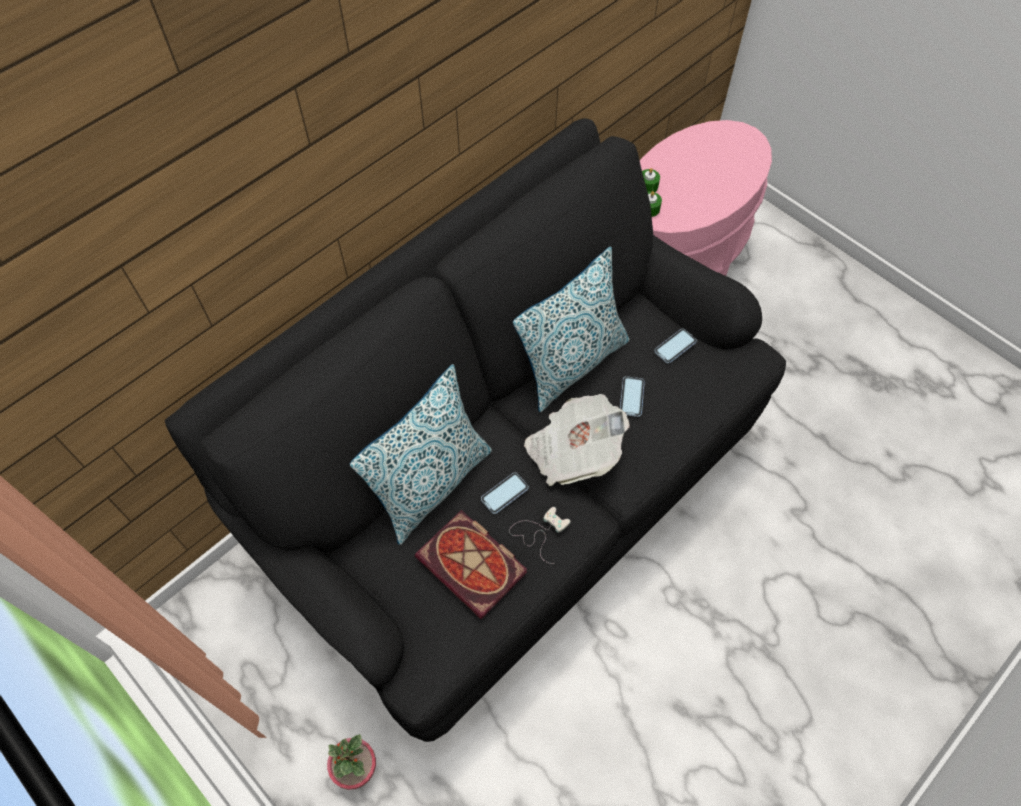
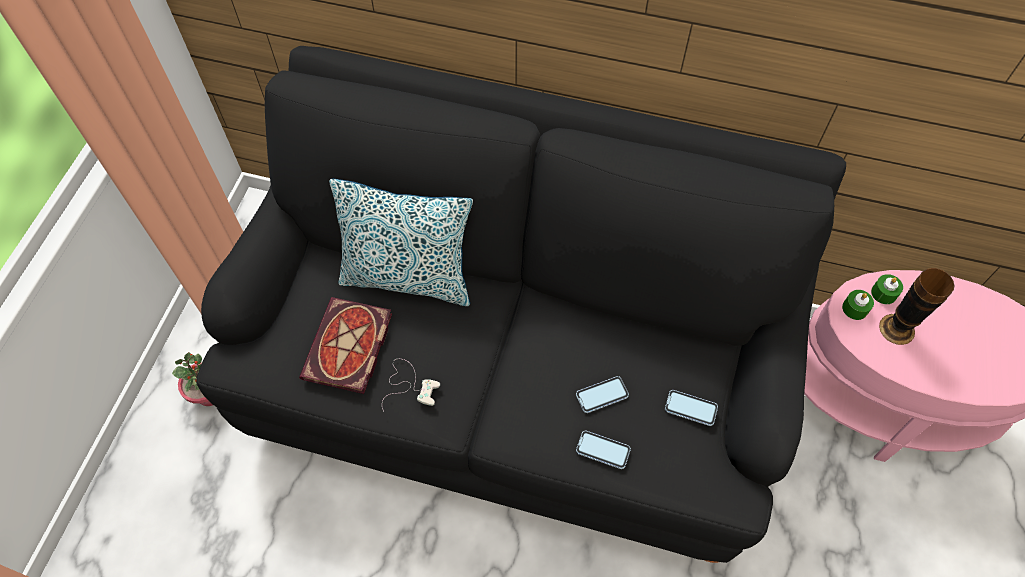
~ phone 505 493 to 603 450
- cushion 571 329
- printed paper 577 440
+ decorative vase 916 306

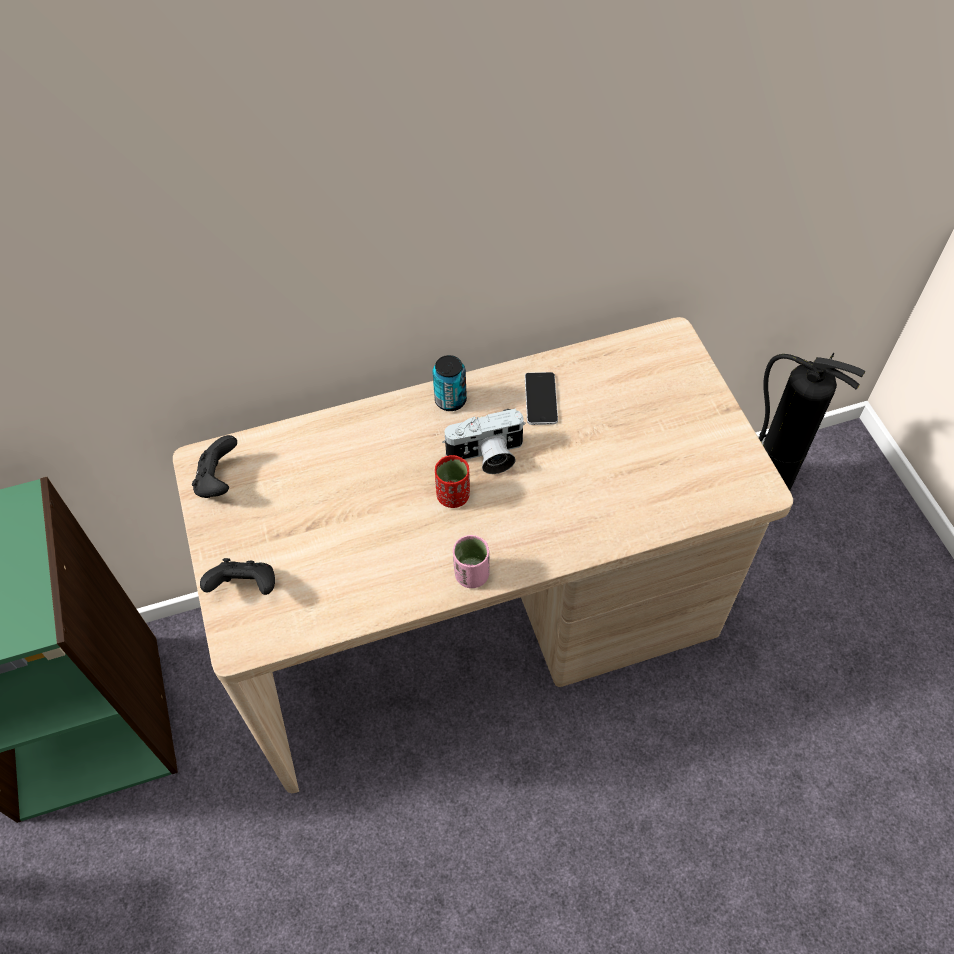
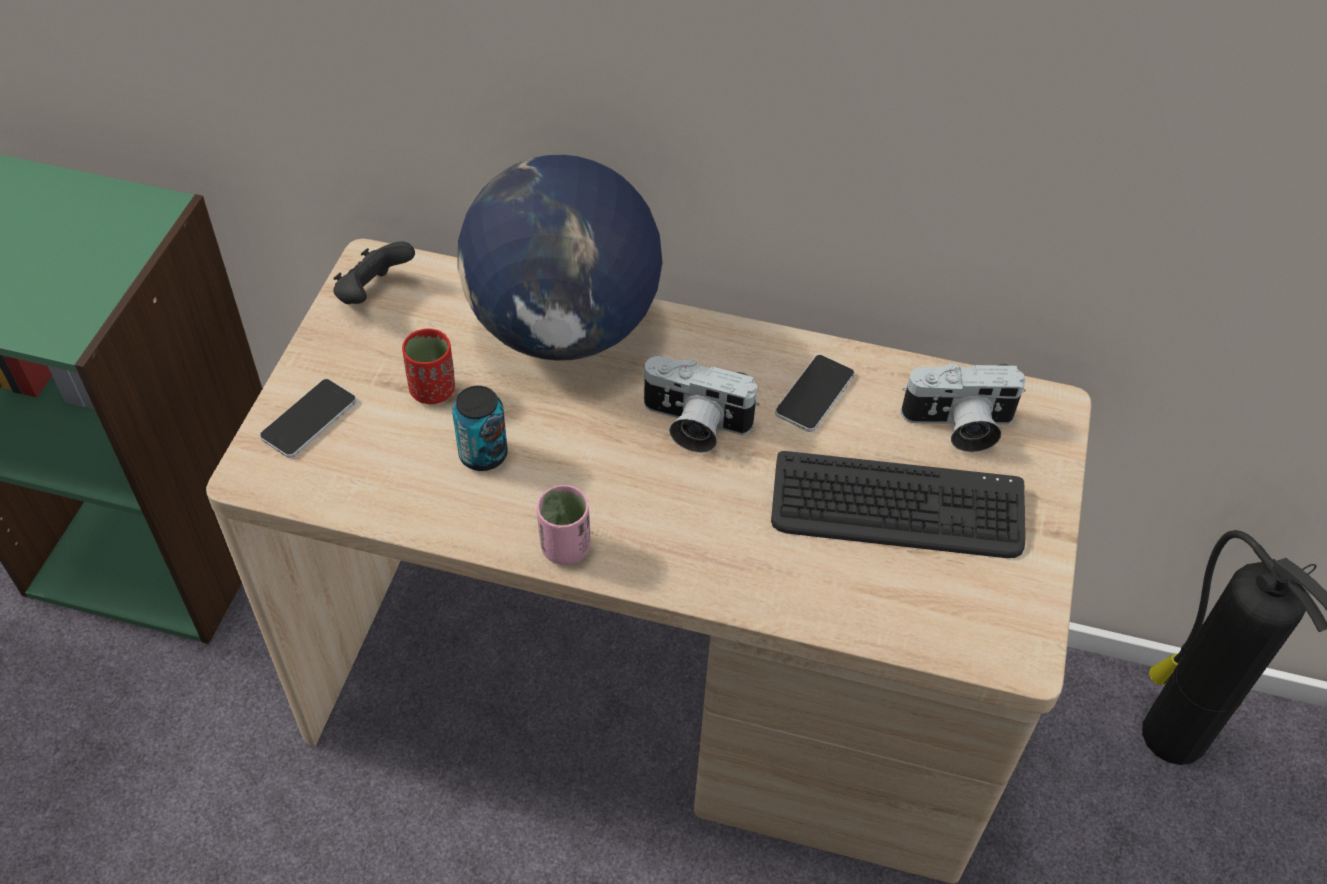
~ game controller (black-coloured) 237 576 to phone 308 418
~ sealed can 450 383 to 480 428
~ drinking cup (red-coloured) 452 481 to 428 366
+ desk globe 559 258
+ computer keyboard 898 504
+ photo camera 963 407

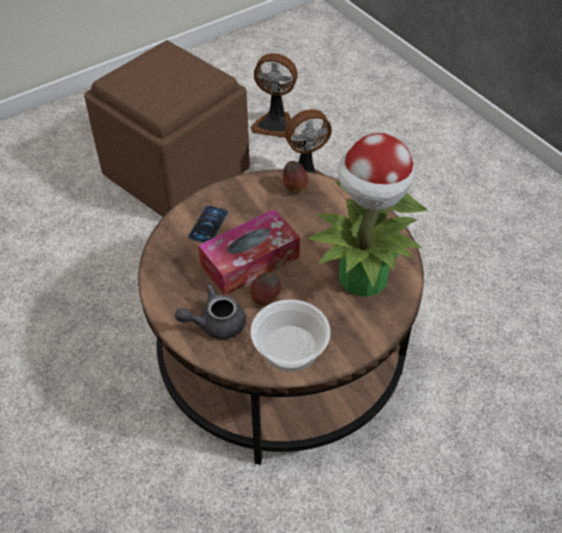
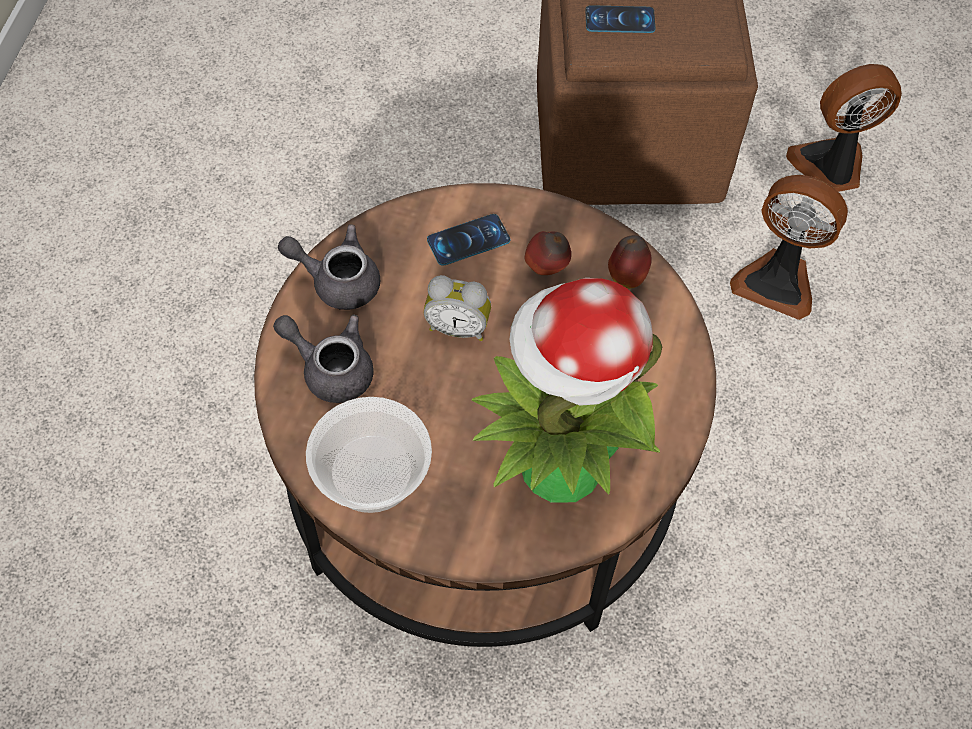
~ tissue holder 249 252 to bedside clock 457 308
~ apple fruit 265 288 to 548 253
~ fan 274 95 = 844 128 105 degrees clockwise
+ pot for tea (gray) 329 267
+ phone 620 19

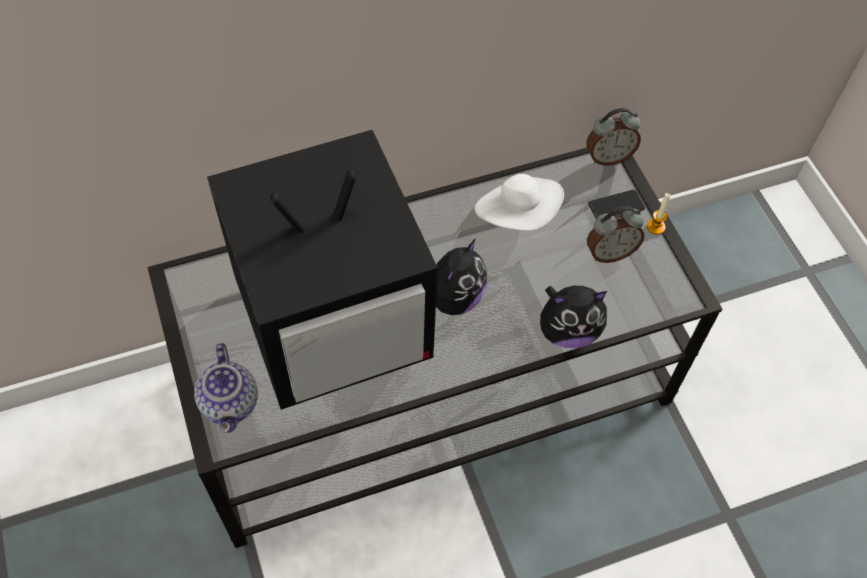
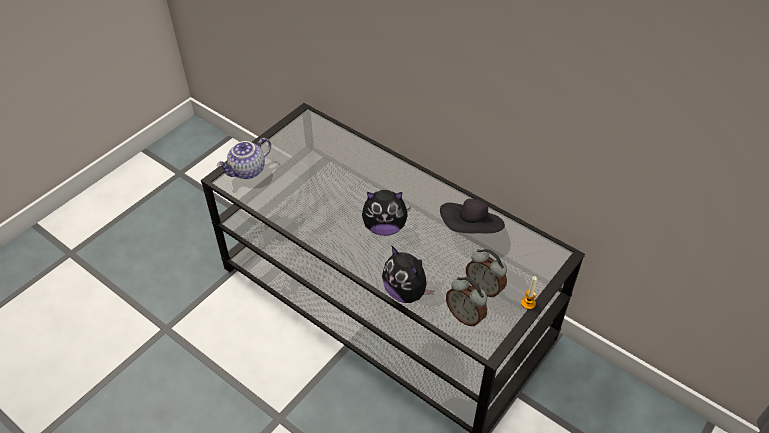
- TV 322 270
~ wearable hat (white) 519 202 to wearable hat (black-coloured) 472 216
~ bedside clock 613 137 to 466 302
- phone 616 204

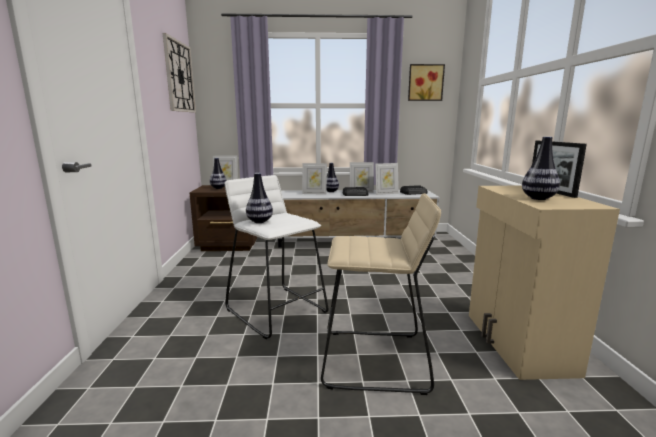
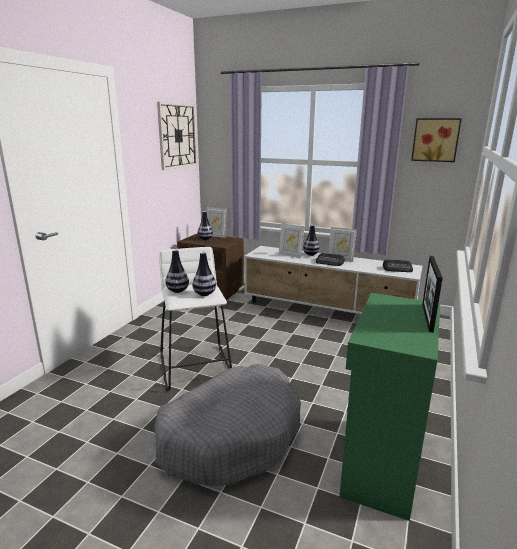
~ stool seat (beige) 381 294 to pet bed (gray) 227 425
- standing frame 387 179
~ cabinet (beige) 544 283 to cabinet (green) 389 407
~ decorative vase 541 168 to 204 274

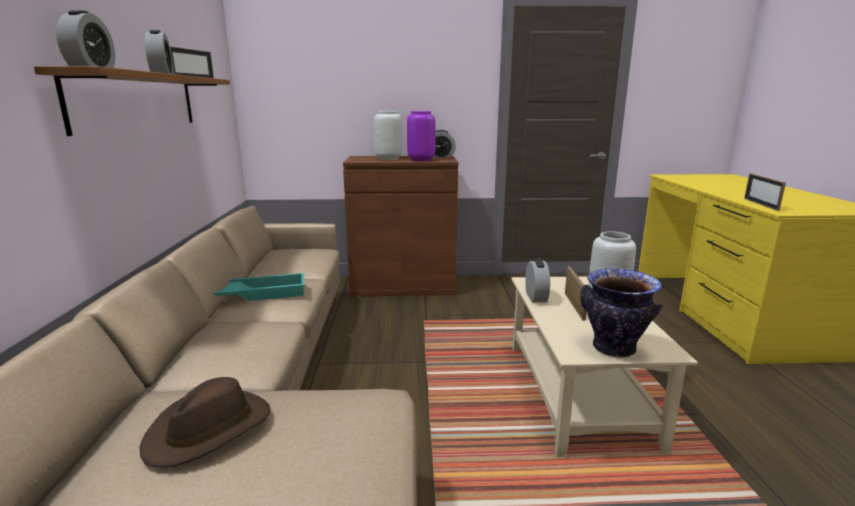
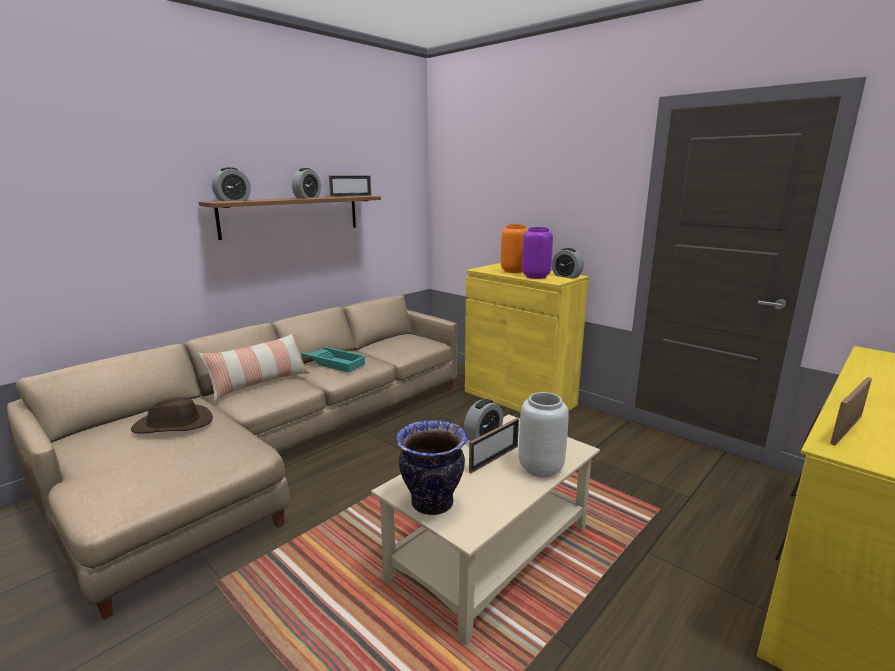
~ cabinet (brown-coloured) 400 226 to cabinet (yellowish) 527 337
~ decorative vase (gray) 388 135 to decorative vase (orange-coloured) 514 248
+ cushion 253 366

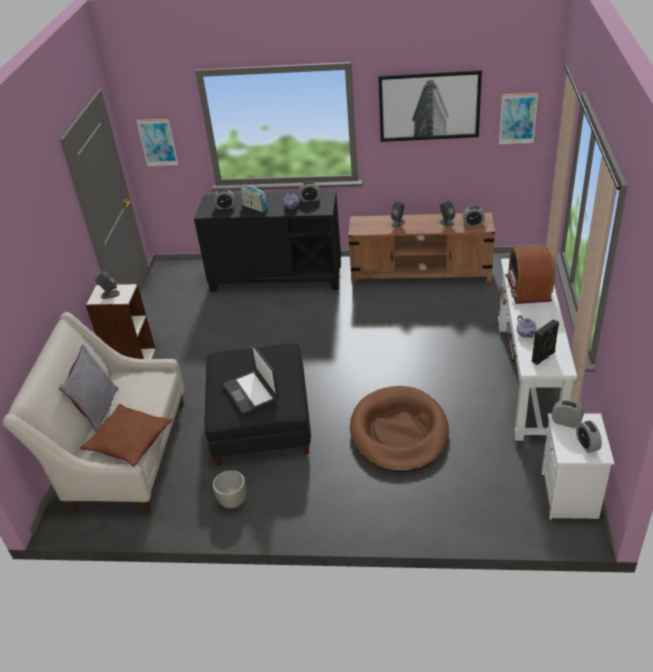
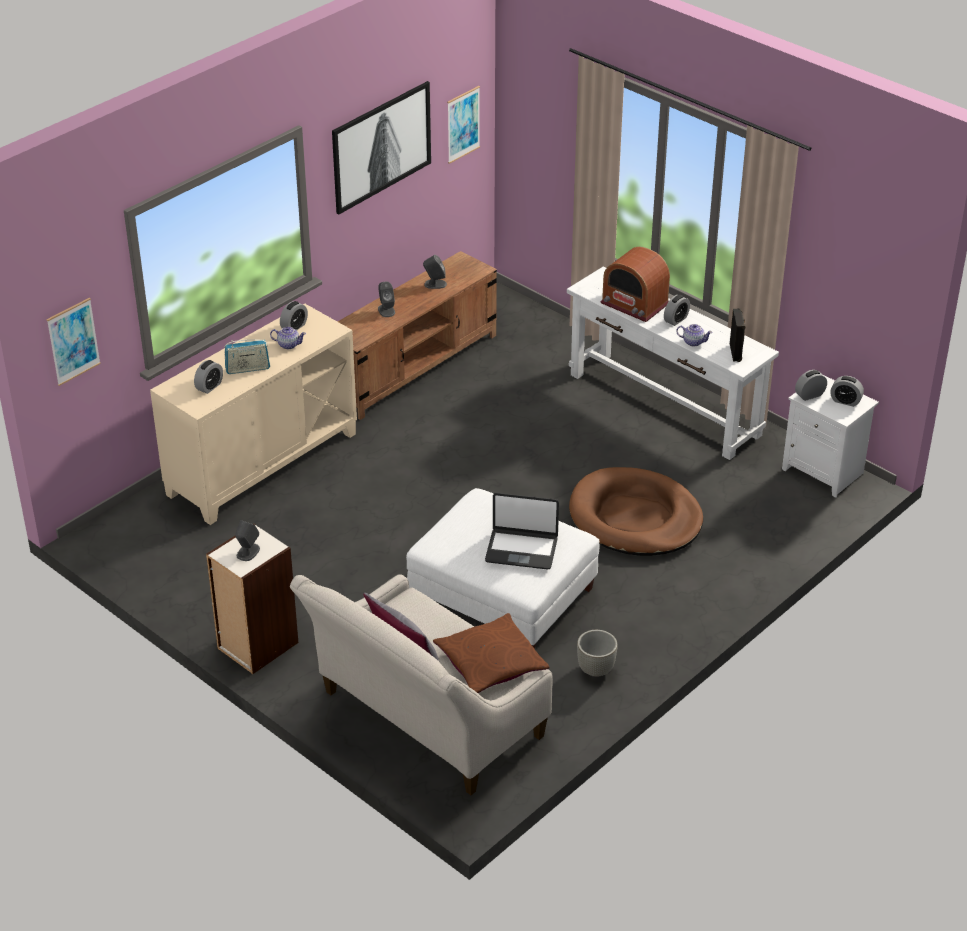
~ cabinet (black-coloured) 267 241 to cabinet (beige) 253 414
~ footrest (black-coloured) 257 405 to footrest (white) 502 568
~ bedside clock 474 216 to 677 310

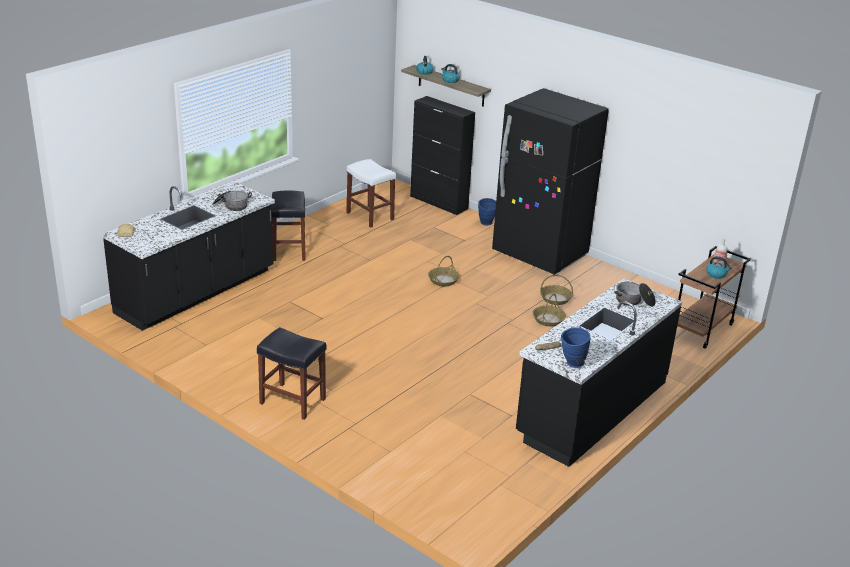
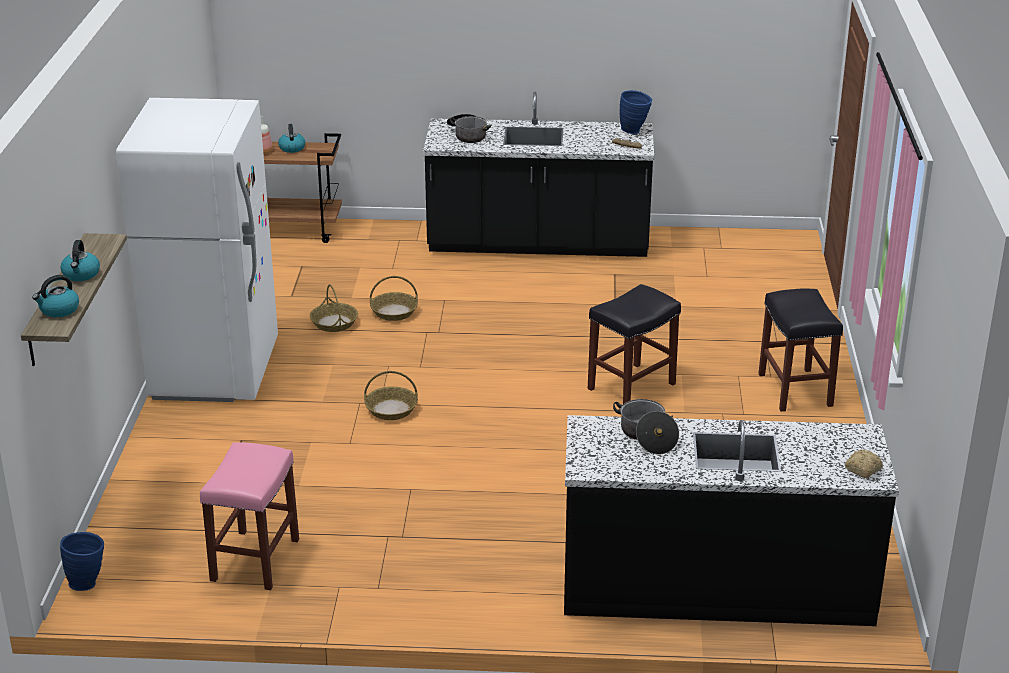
~ stool seat (black-coloured) 289 226 to 634 344
~ stool seat (white) 371 193 to stool seat (pink) 249 516
- cabinet (black-coloured) 442 155
~ decorative vase (blue-coloured) 487 212 to 82 561
~ fridge (black-coloured) 550 181 to fridge (white) 197 250

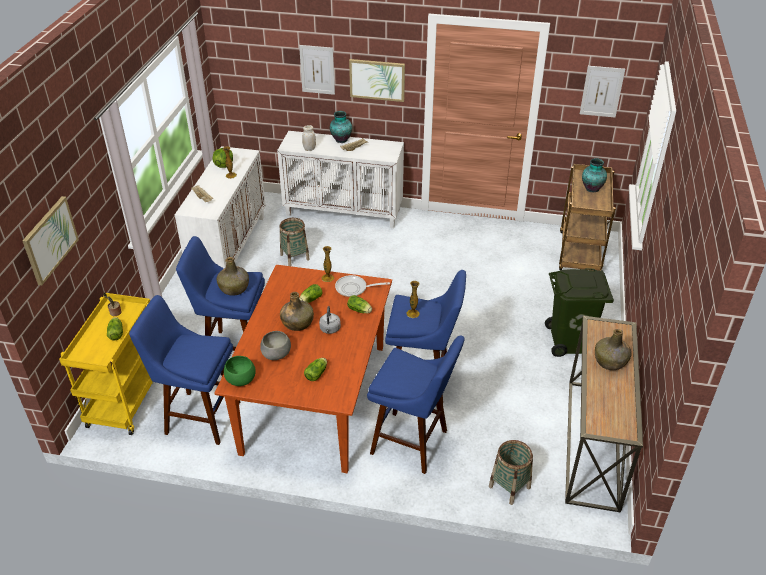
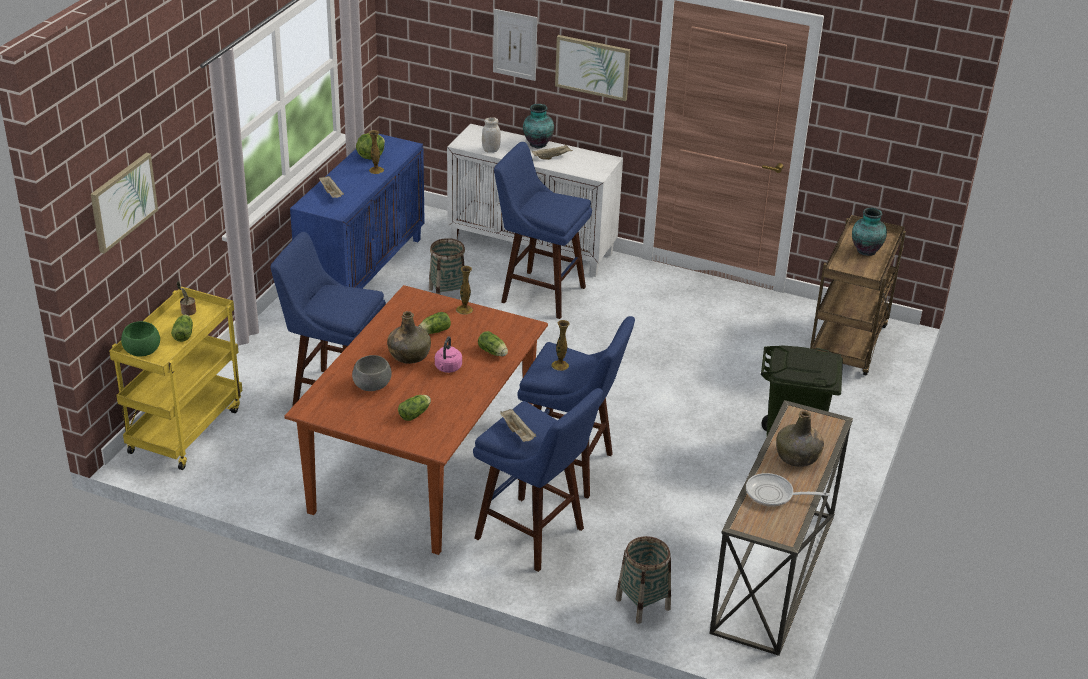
~ stool seat (blue-coloured) 184 370 to 543 230
~ cabinet (white) 220 207 to cabinet (blue-coloured) 357 211
- beverage bottle (green) 233 276
~ bowl (green) 240 371 to 140 339
~ tea kettle (gray) 330 320 to tea kettle (pink) 448 354
~ pan 362 286 to 788 490
- picture 602 92
+ serving tray (beige) 518 425

